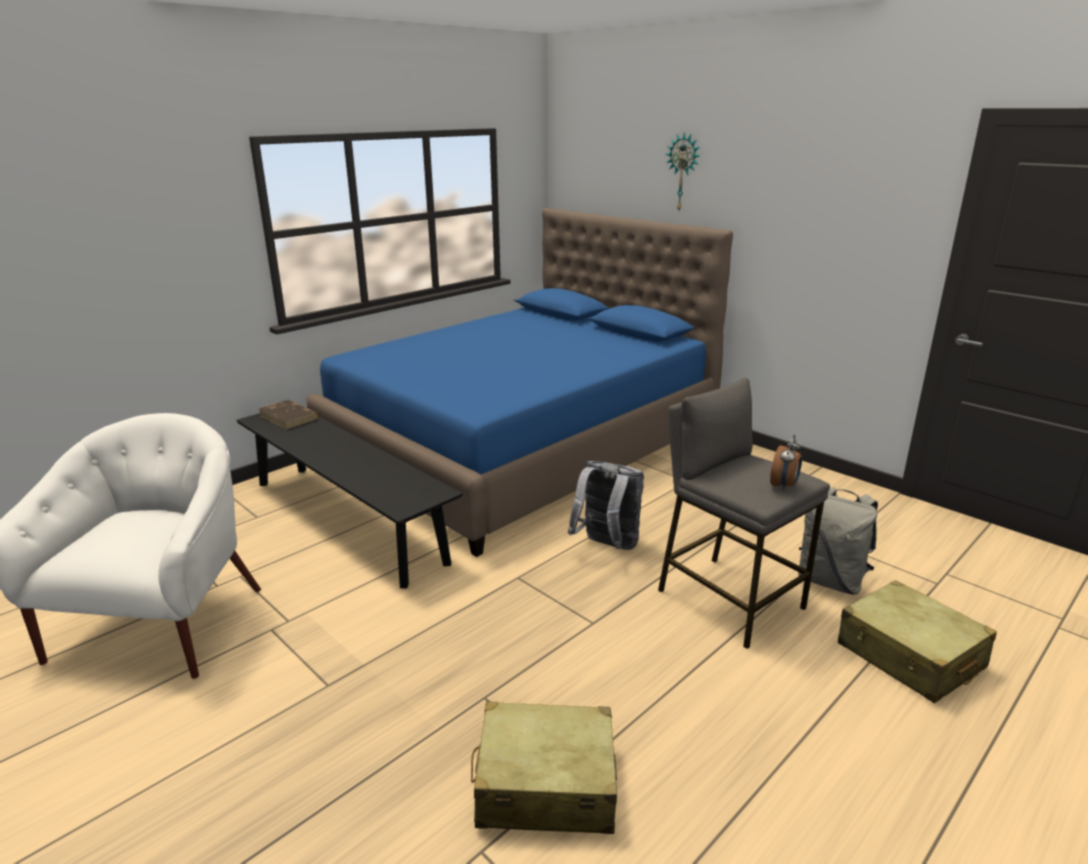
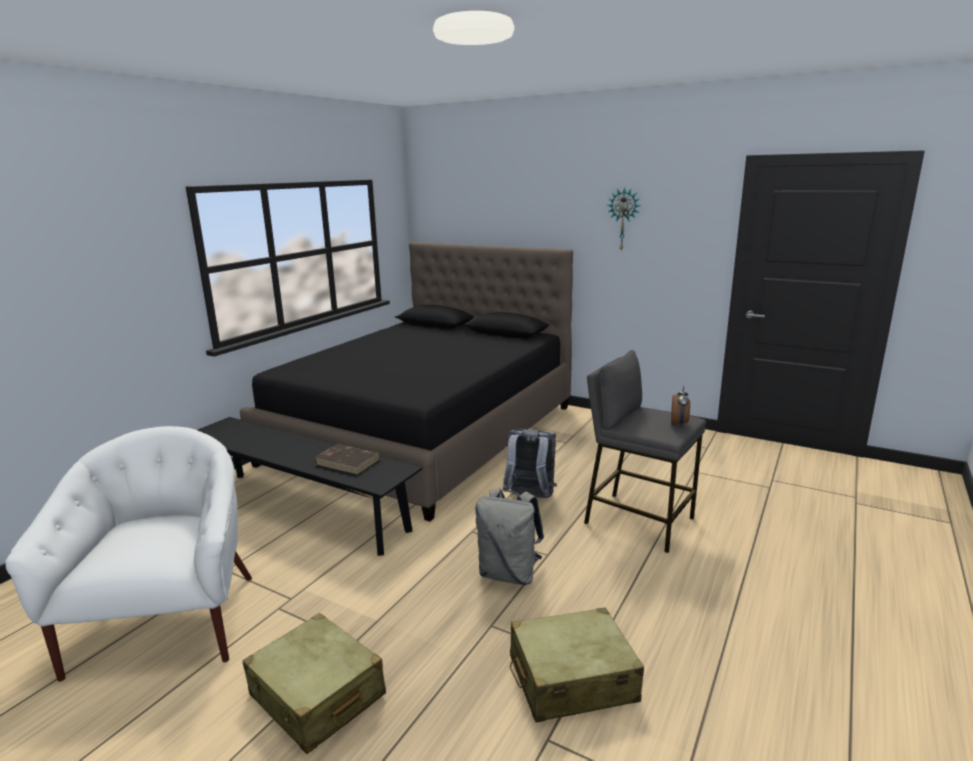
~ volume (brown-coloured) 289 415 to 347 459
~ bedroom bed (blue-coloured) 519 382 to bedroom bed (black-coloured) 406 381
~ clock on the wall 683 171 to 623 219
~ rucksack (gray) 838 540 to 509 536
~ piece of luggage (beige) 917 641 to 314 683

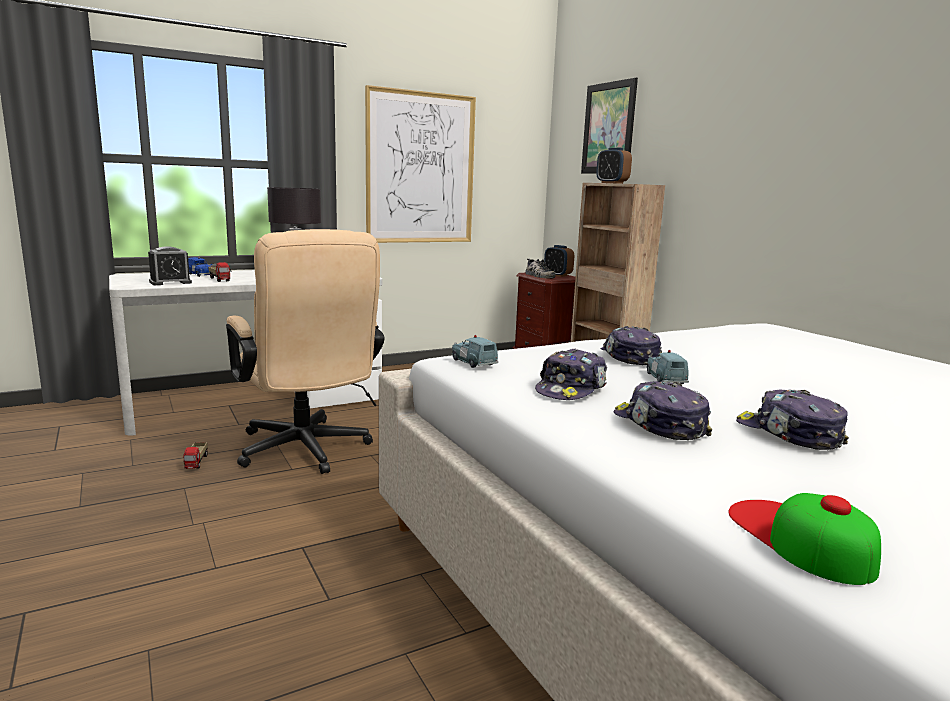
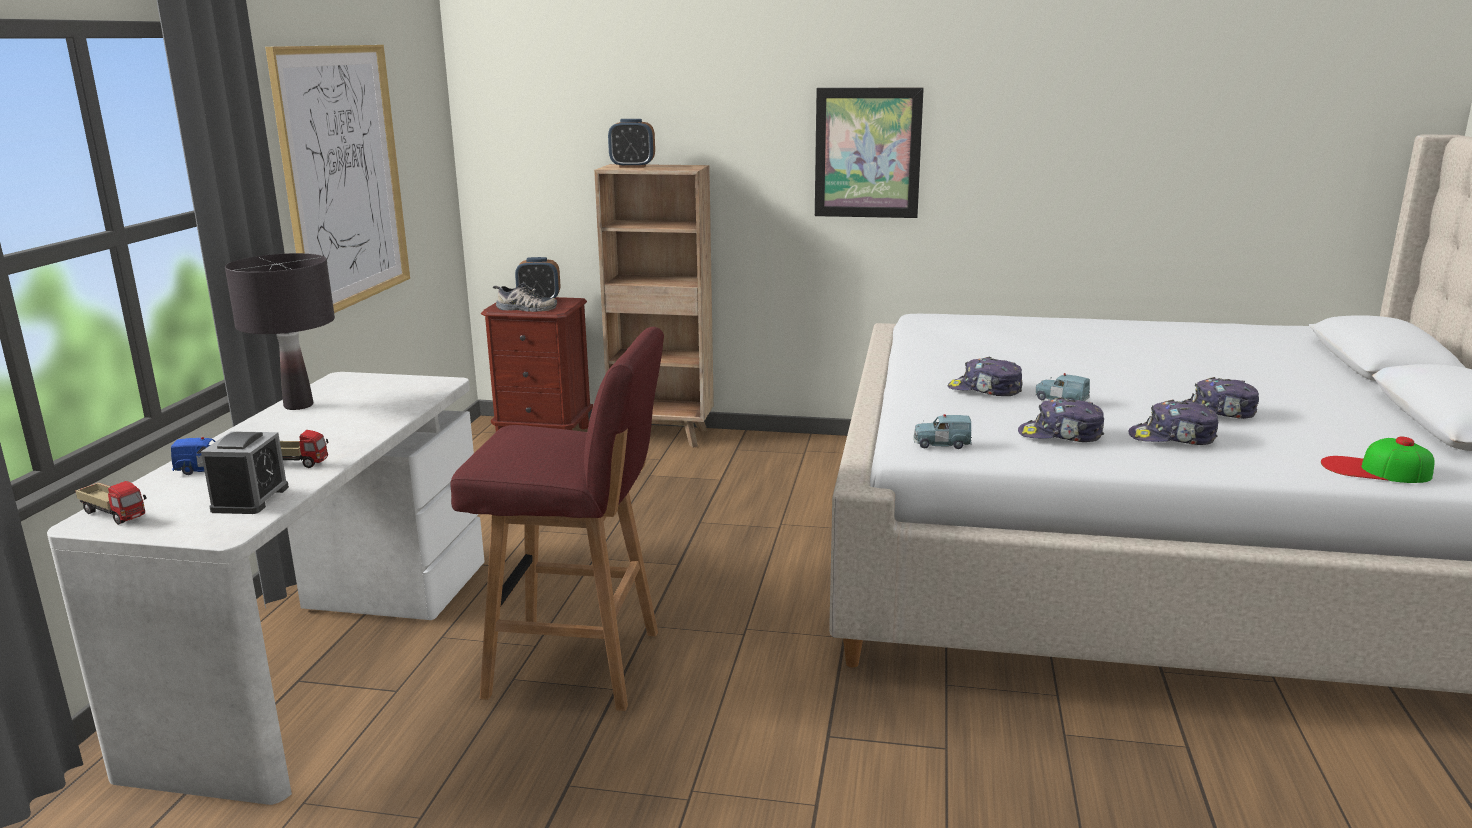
~ toy lorry 196 455 to 111 503
~ computer chair (beige) 305 351 to stool seat (red-coloured) 557 519
~ peaked cap 571 374 = 1061 419 120 degrees clockwise
~ picture 609 126 to 869 153

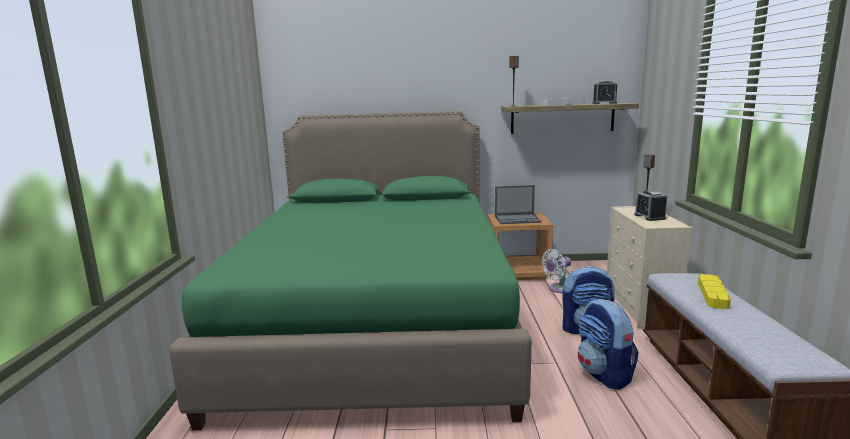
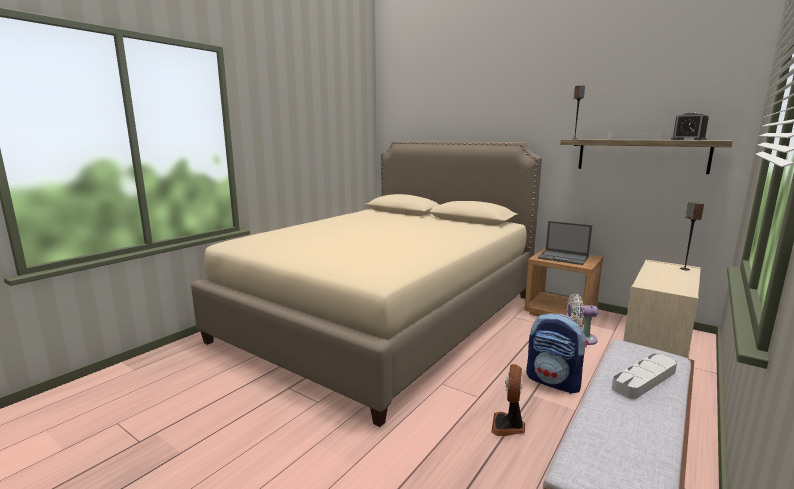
~ bedroom bed (green) 350 270 to bedroom bed (beige) 366 284
~ rucksack 608 344 to fan 508 400
- bedside clock 651 206
~ serving tray (yellowish) 714 291 to serving tray (gray) 644 376

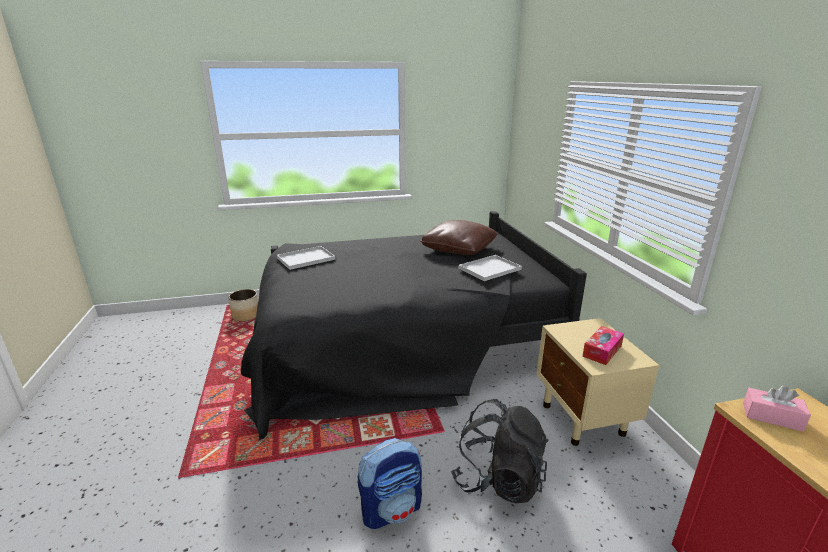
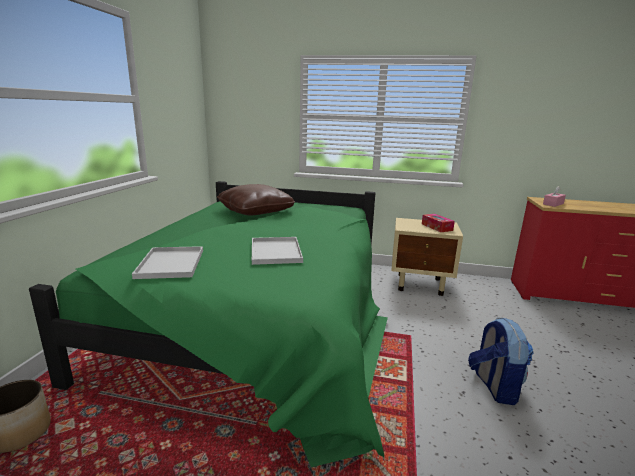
~ bedroom bed (black-coloured) 414 325 to bedroom bed (green) 208 324
- rucksack (black-coloured) 500 451
~ serving tray (white) 490 268 to 277 251

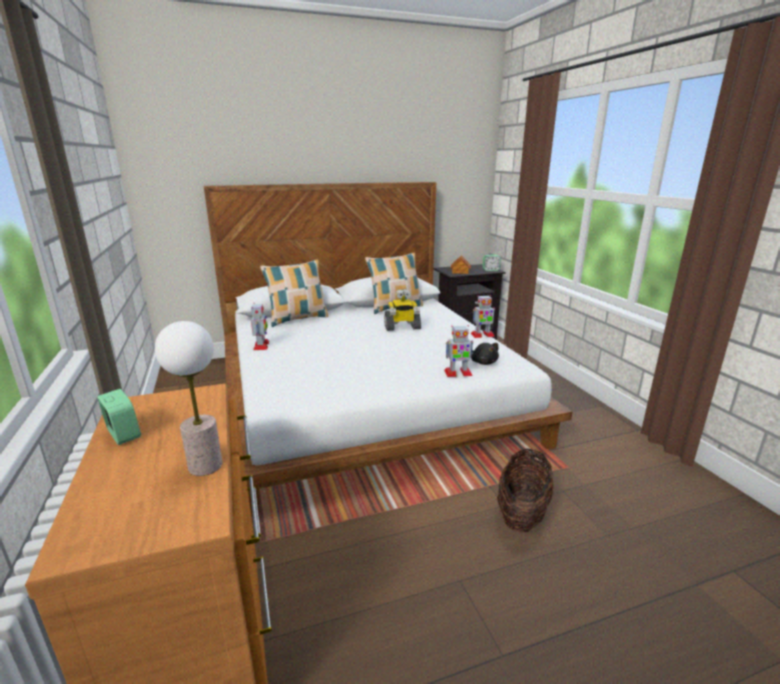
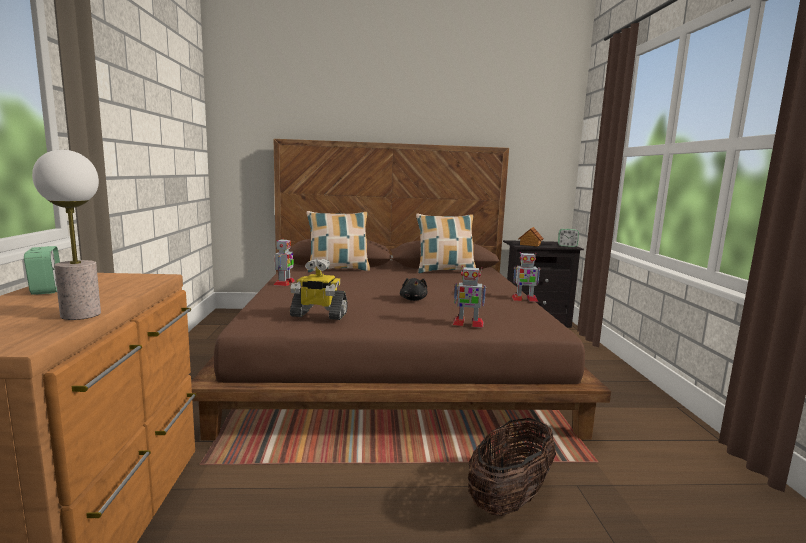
~ bedroom bed (white) 388 349 to bedroom bed (brown-coloured) 401 289
~ robot figure 402 310 to 319 289
~ cuddly toy (black-coloured) 485 354 to 413 289

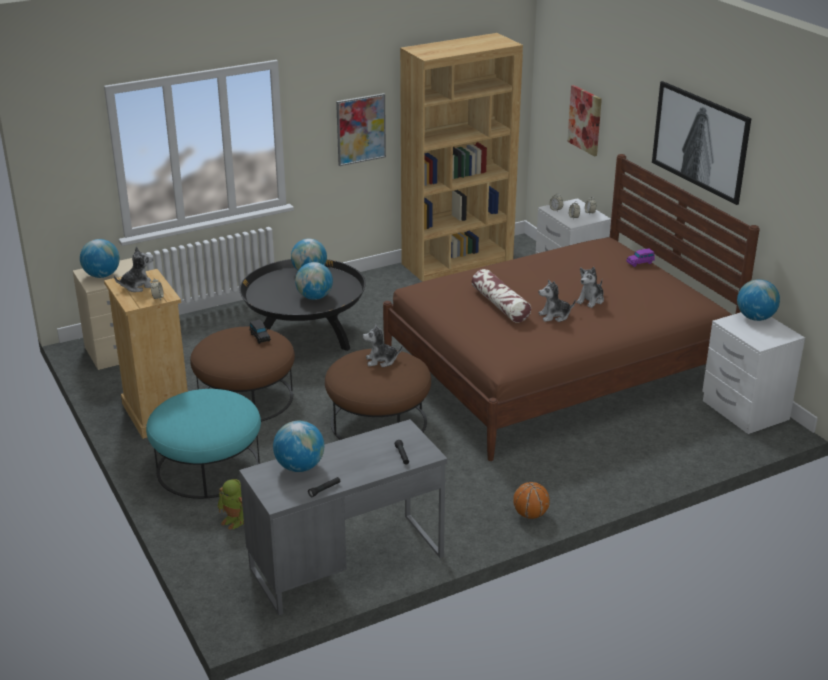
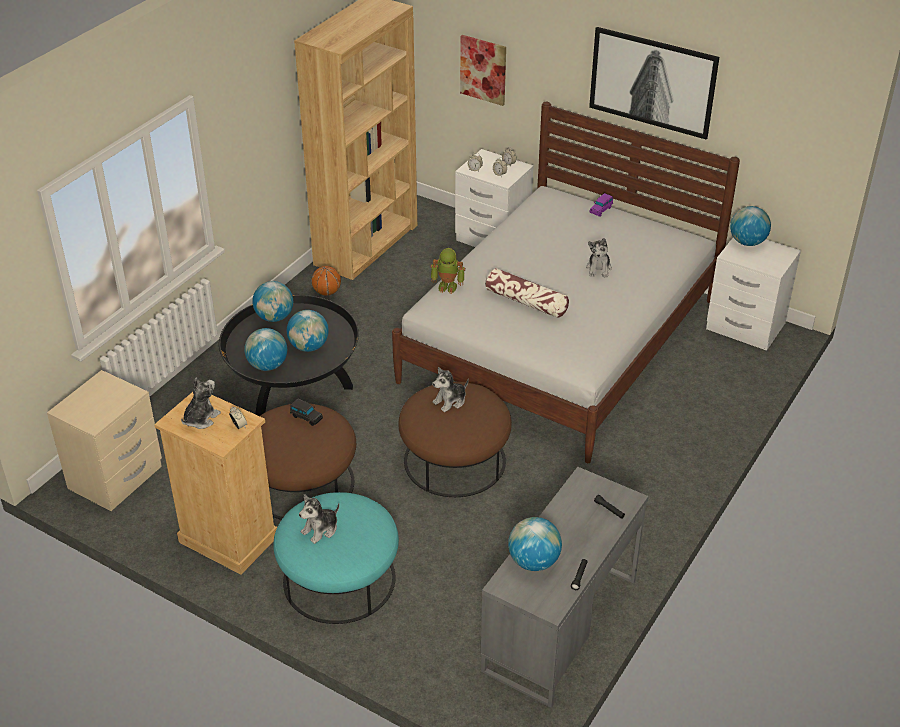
~ desk globe 100 258 to 265 349
~ robot figure 230 504 to 448 271
- picture 361 129
~ bedroom bed (brown-coloured) 571 307 to bedroom bed (white) 566 282
~ ball for basketball 531 500 to 326 280
~ cuddly toy 557 300 to 319 519

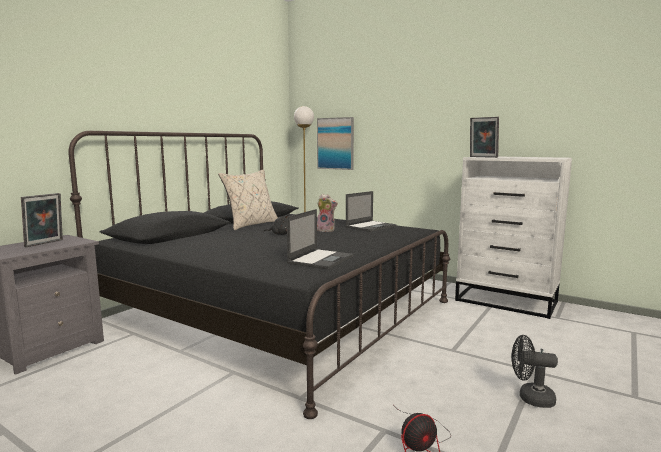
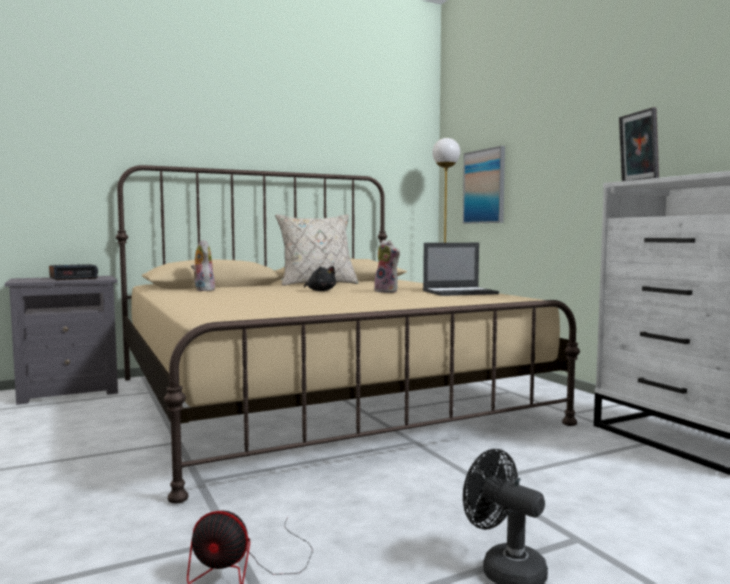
~ standing frame 42 220 to bedside clock 73 272
~ bedroom bed (black-coloured) 259 275 to bedroom bed (beige) 348 334
- notebook computer 320 239
+ cuddly toy 203 265

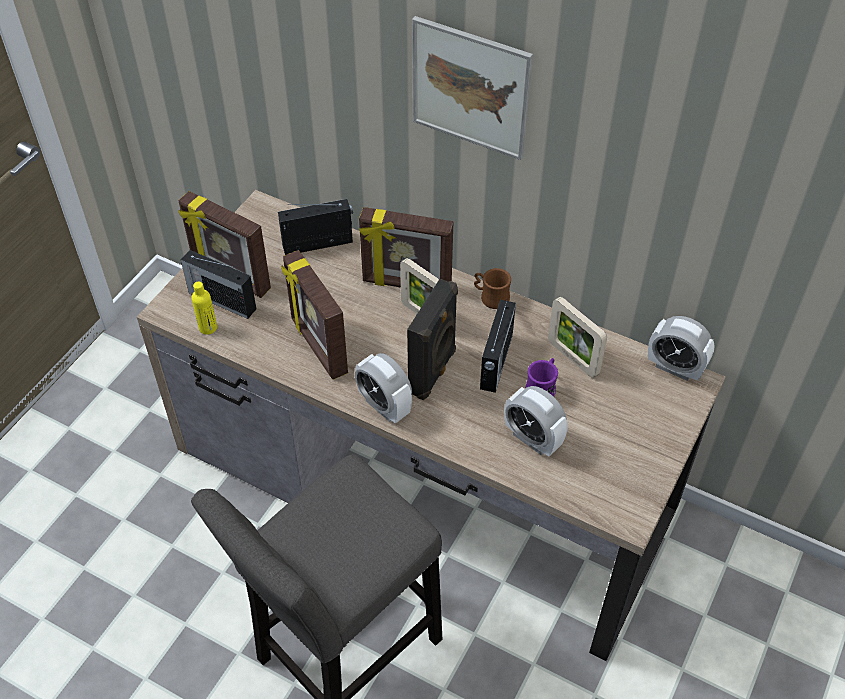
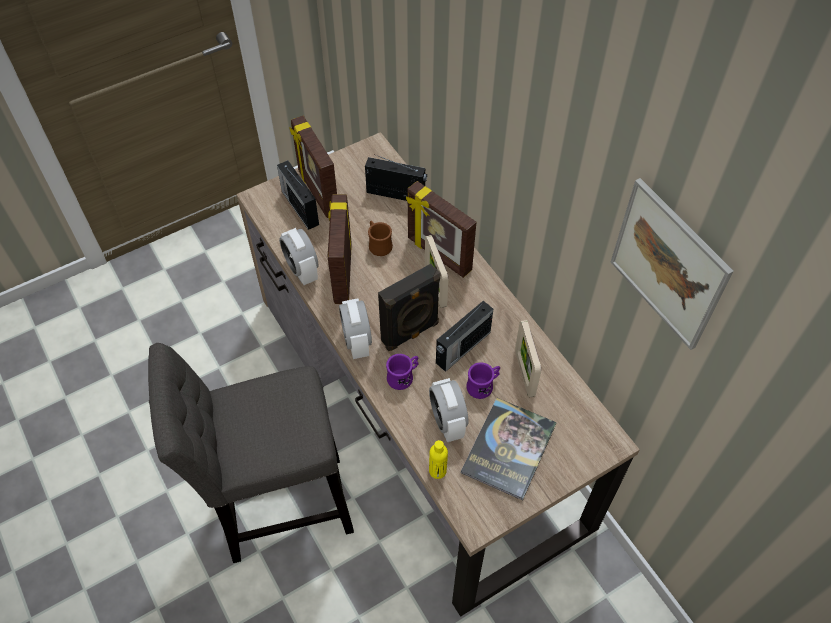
~ beverage bottle (yellowish) 204 308 to 438 459
~ picture 472 88 to 672 264
~ coffee mug (brown-coloured) 492 288 to 380 238
~ bedside clock 681 348 to 299 256
+ coffee mug (purple-coloured) 402 372
+ volume 509 449

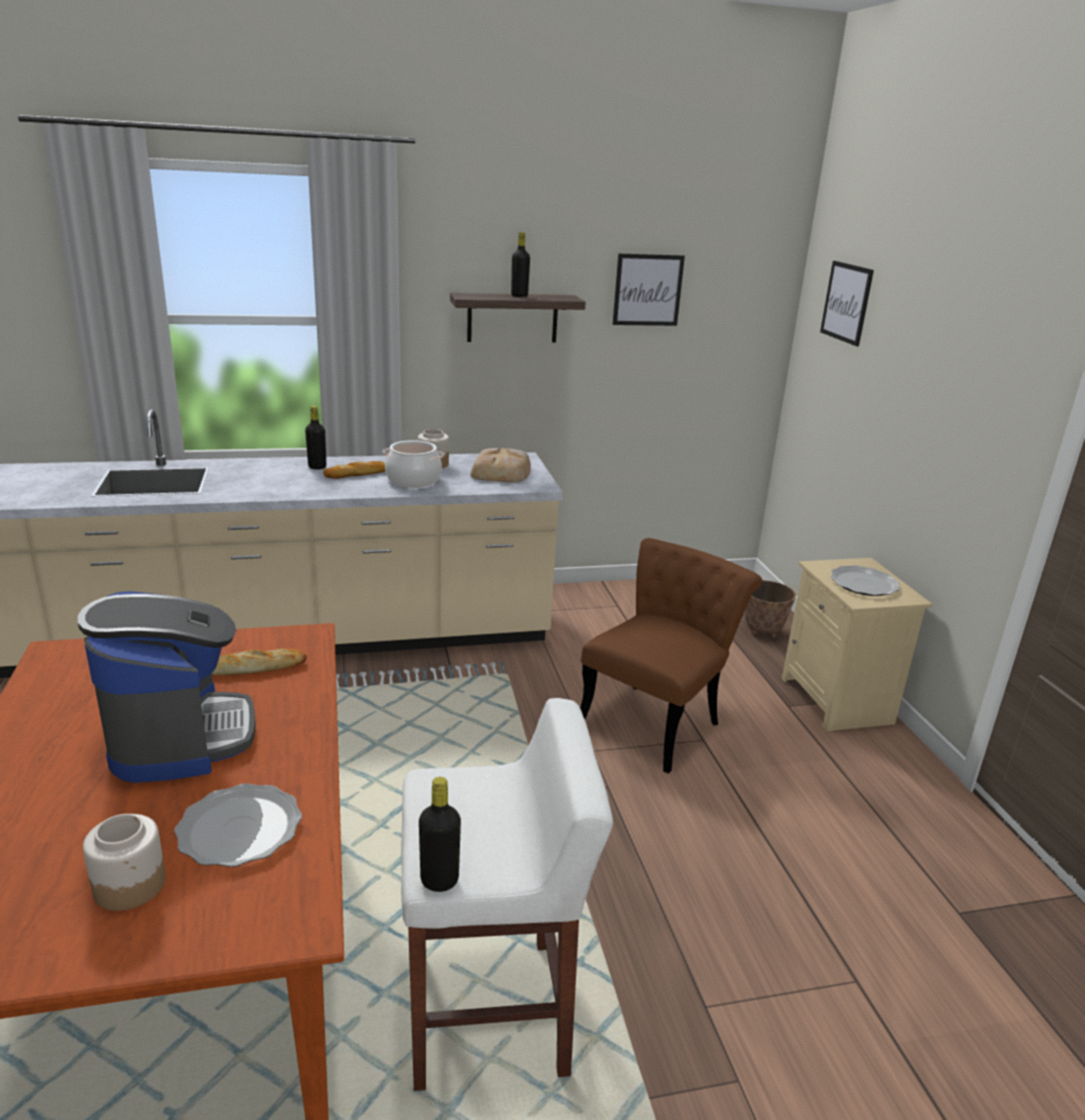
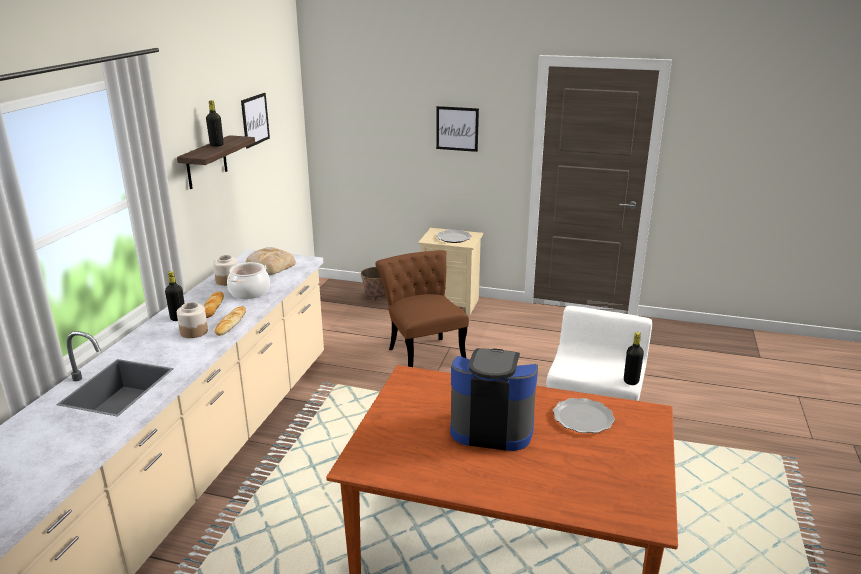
~ jar 124 862 to 192 320
~ baked bread 259 661 to 230 321
~ picture 847 303 to 457 129

